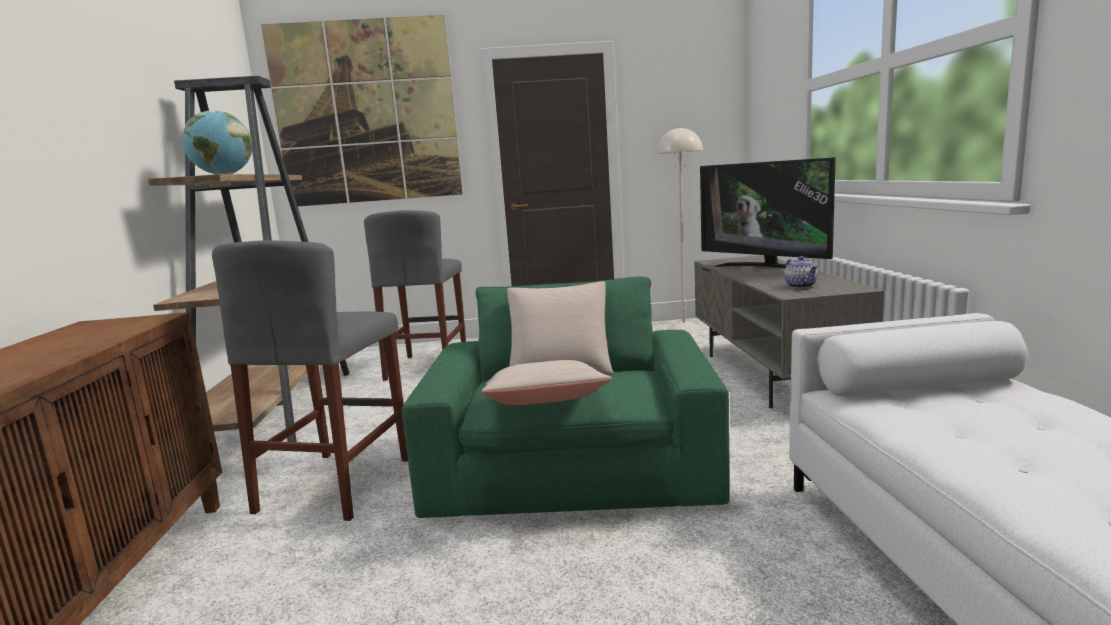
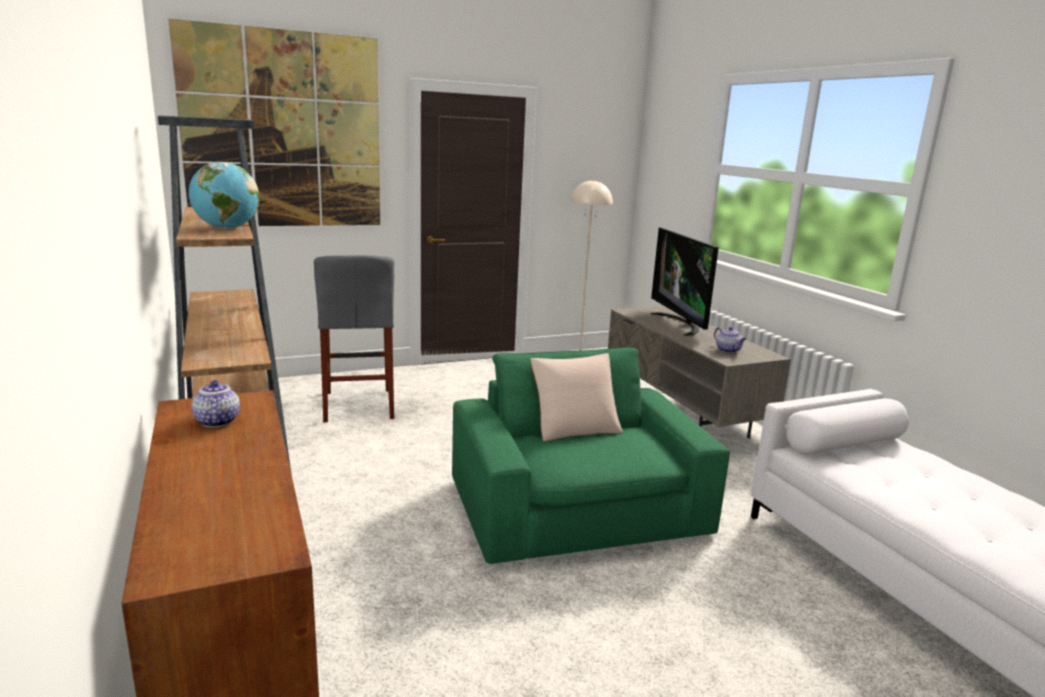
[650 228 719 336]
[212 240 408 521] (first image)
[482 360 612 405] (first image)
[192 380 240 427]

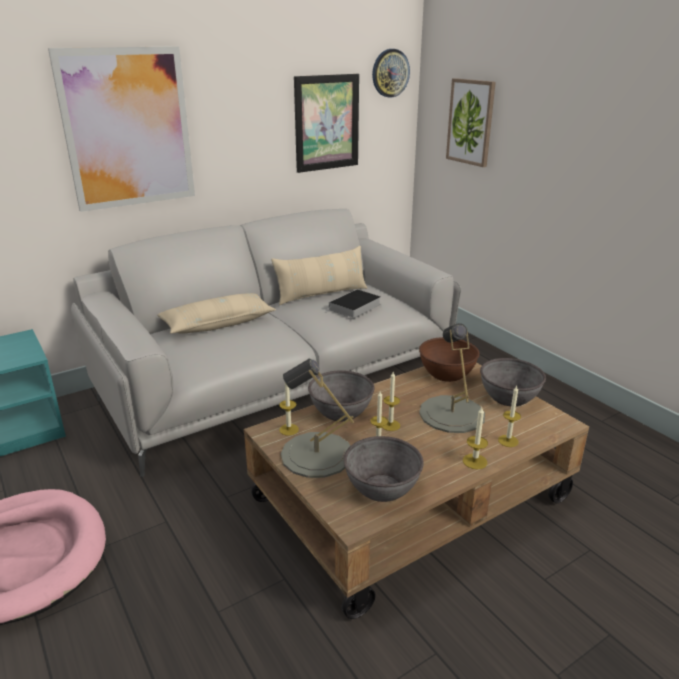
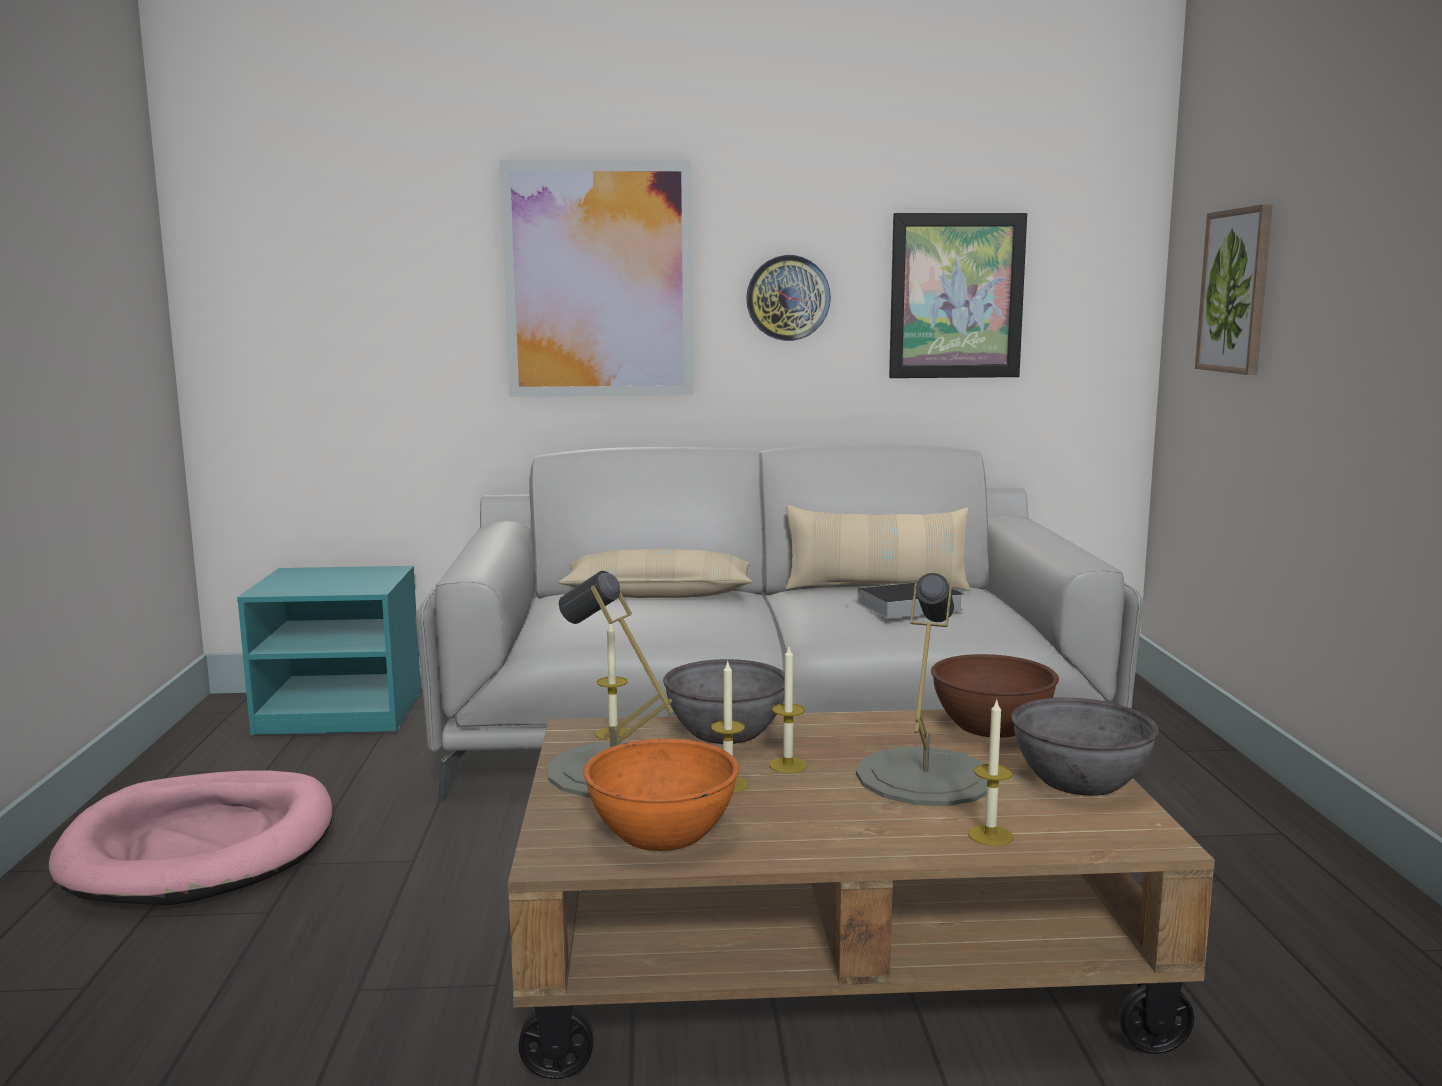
[746 255 831 341]
[463 407 488 469] (first image)
[583 739 739 851]

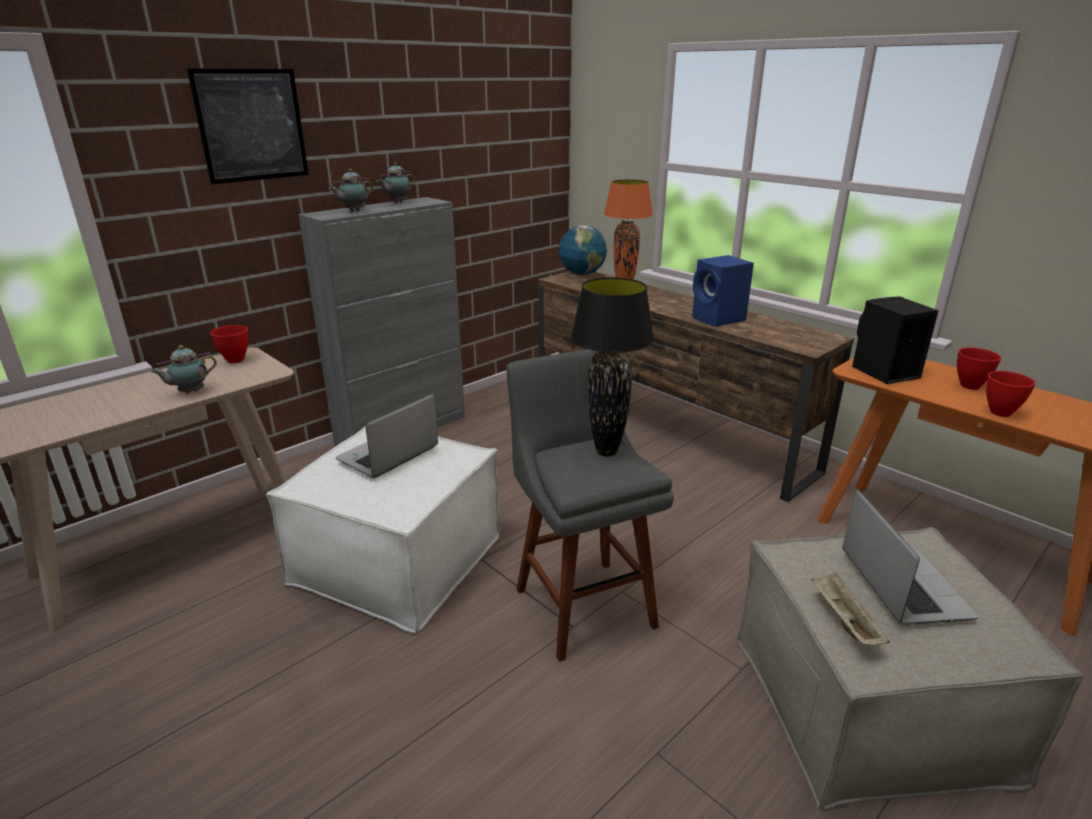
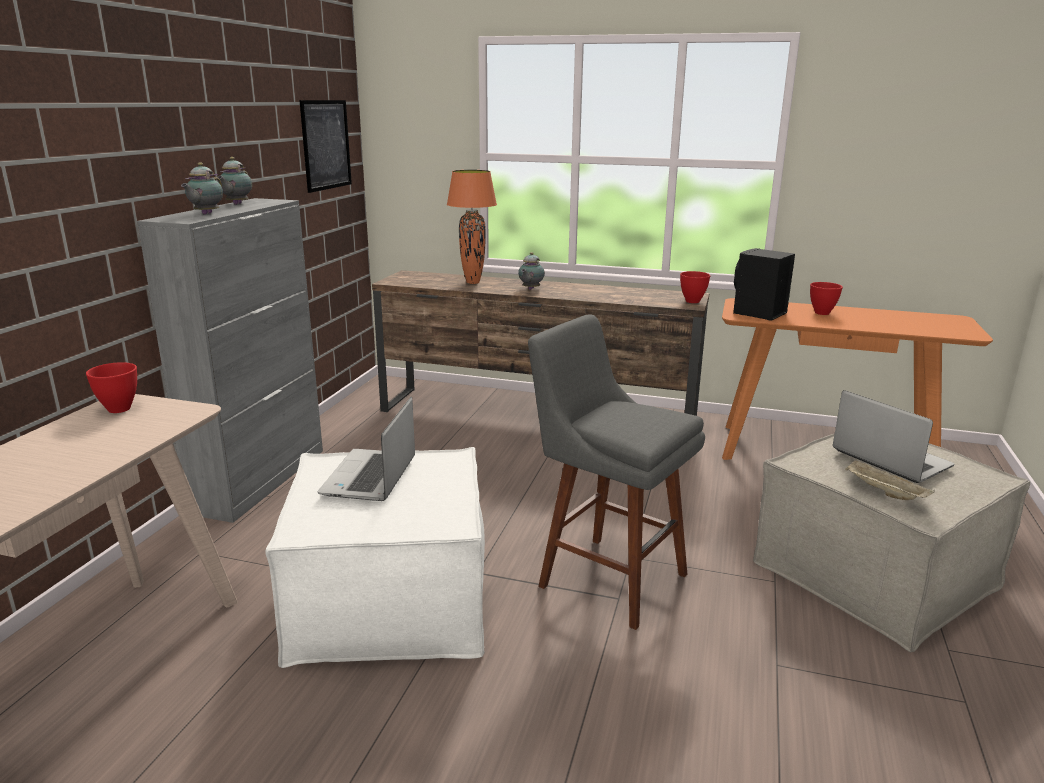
[299 100 352 193]
[559 225 607 275] (first image)
[692 255 754 327] (first image)
[570 277 654 457] (first image)
[518 252 545 290]
[680 271 710 303]

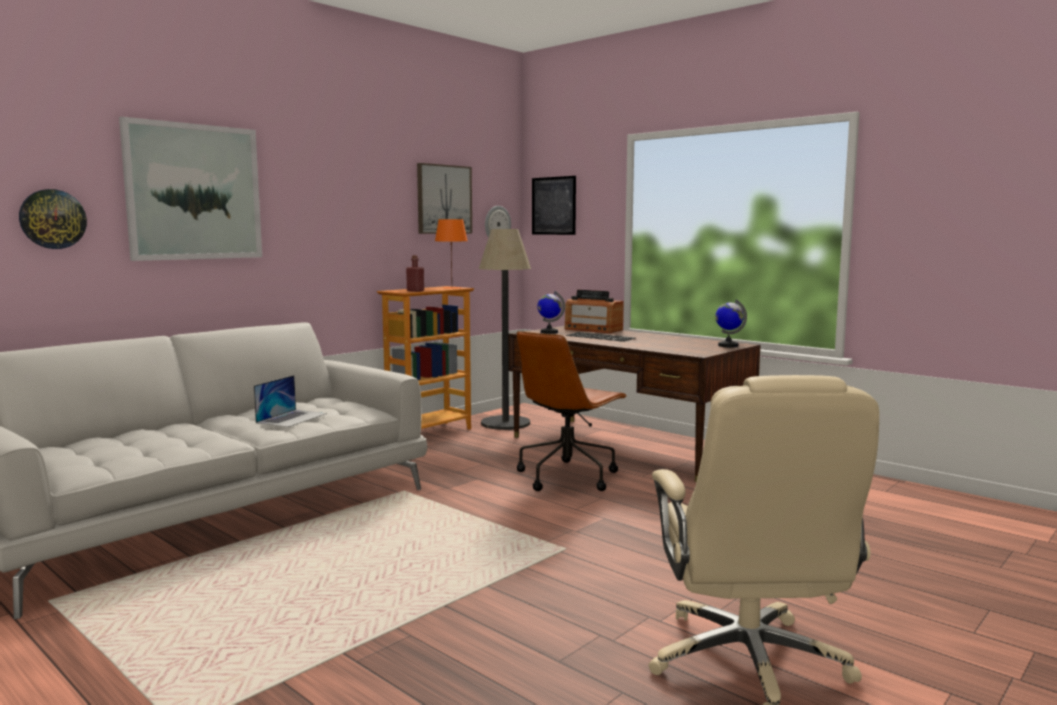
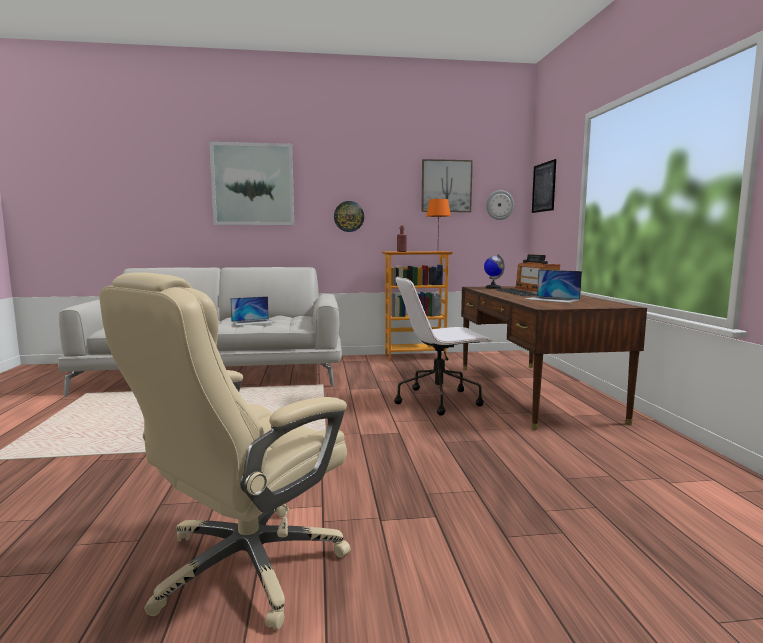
[334 201 364 232]
[479 229 531 430] (first image)
[715 299 747 347] (first image)
[394 276 493 415]
[526 270 582 303]

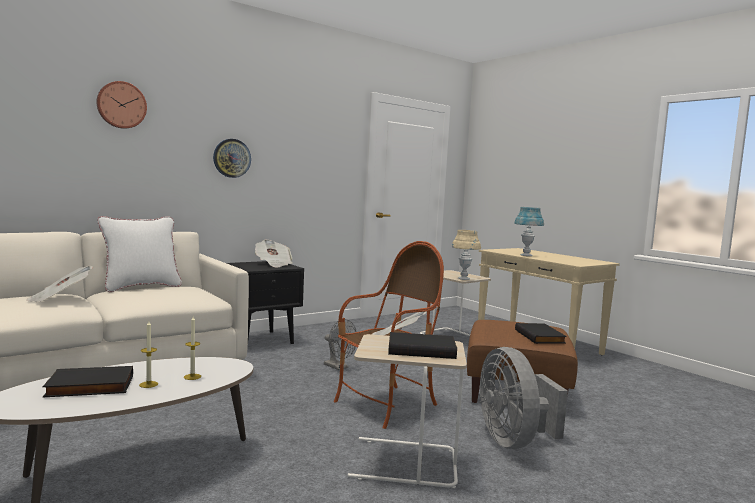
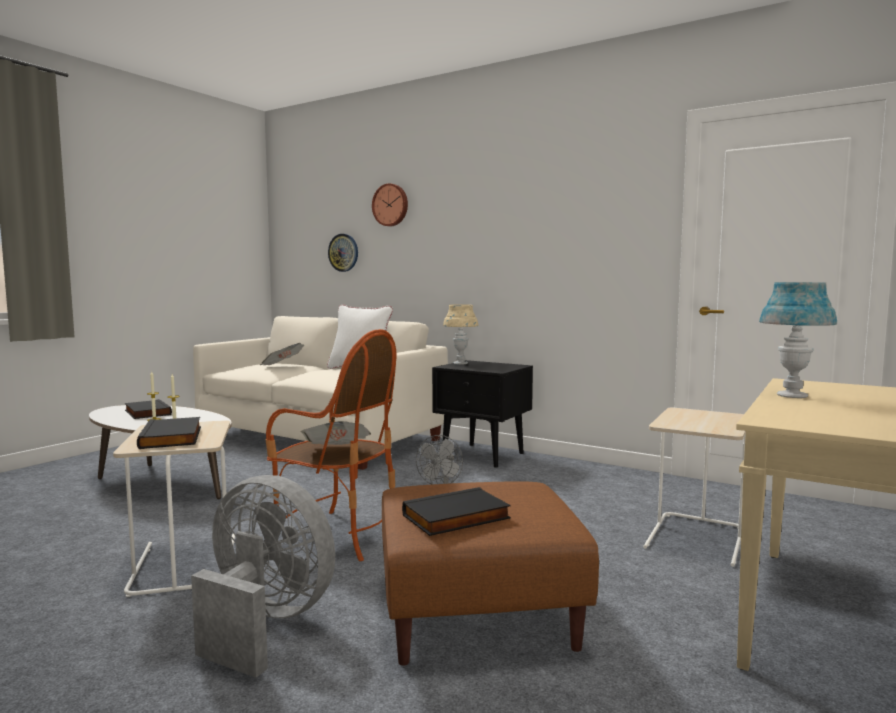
[328 234 358 272]
[443 304 478 364]
[255 240 293 267] (first image)
[191 475 335 678]

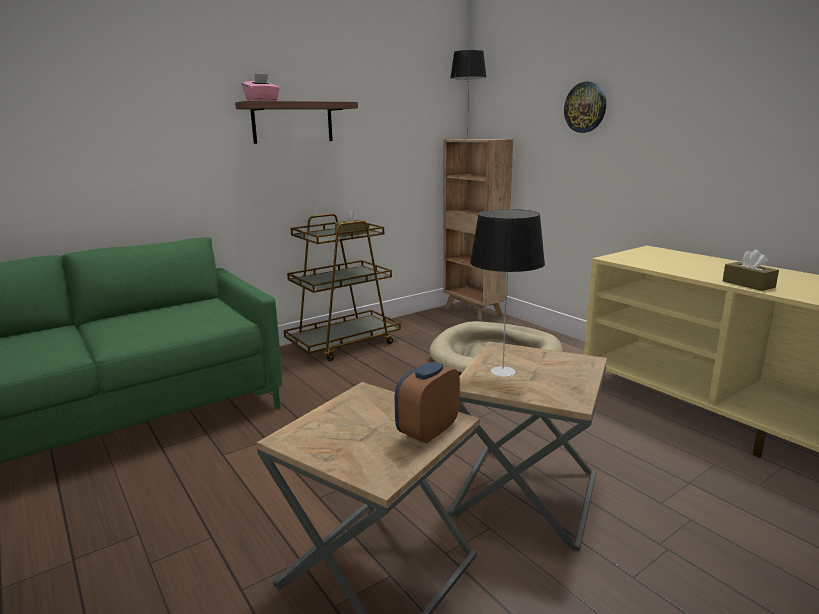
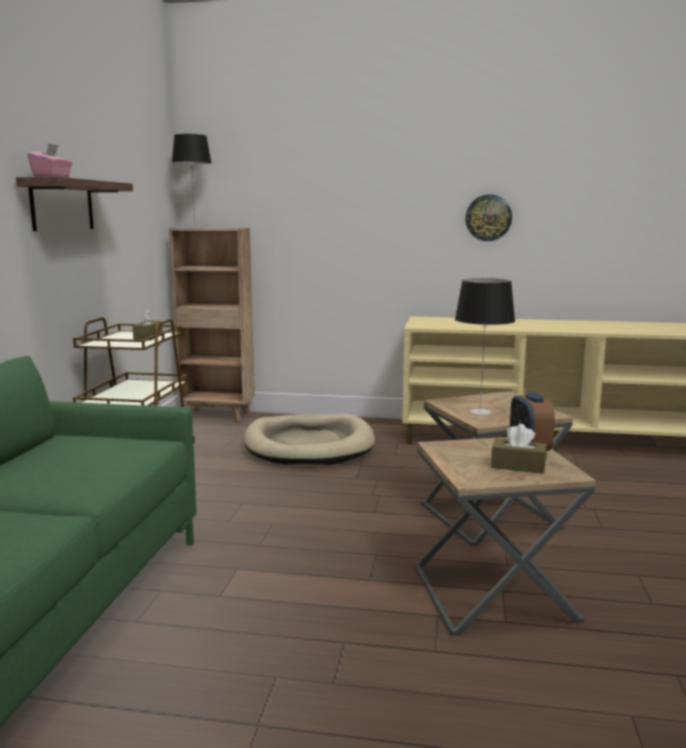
[465 194 512 241]
[491 424 547 474]

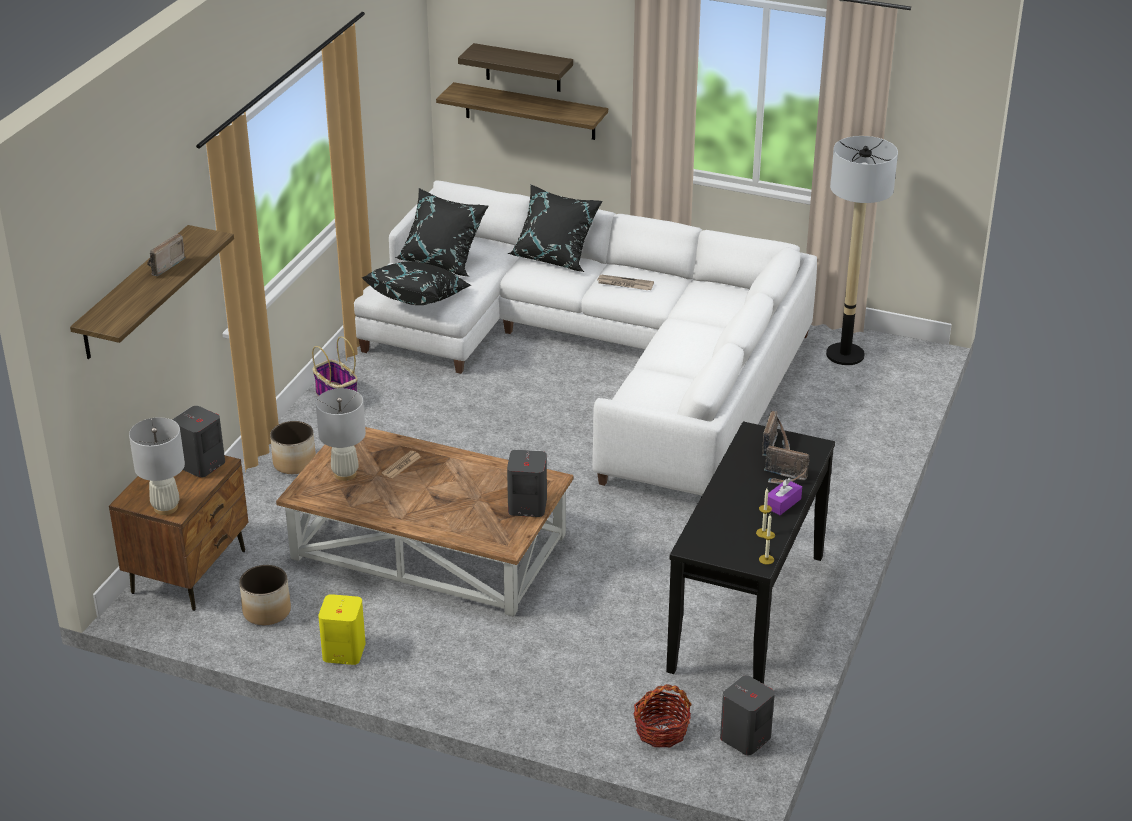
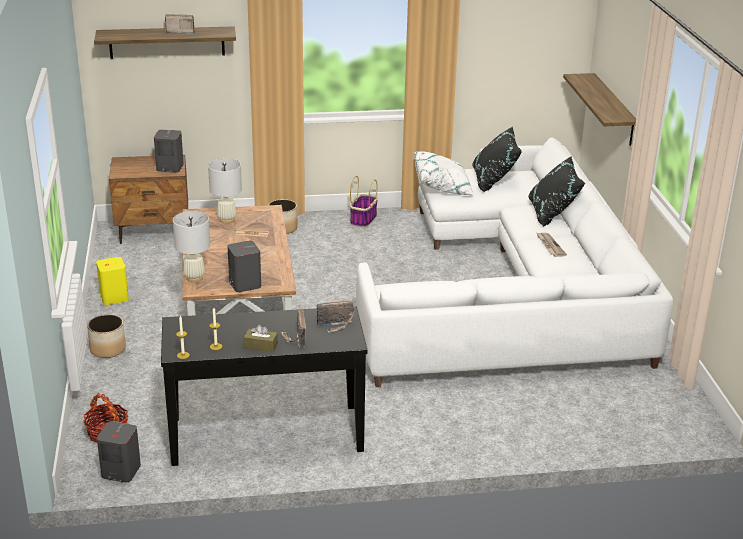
[458 43 573 92] (first image)
[826 136 898 365] (first image)
[414 151 474 196]
[173 211 210 282]
[244 324 278 352]
[87 314 126 358]

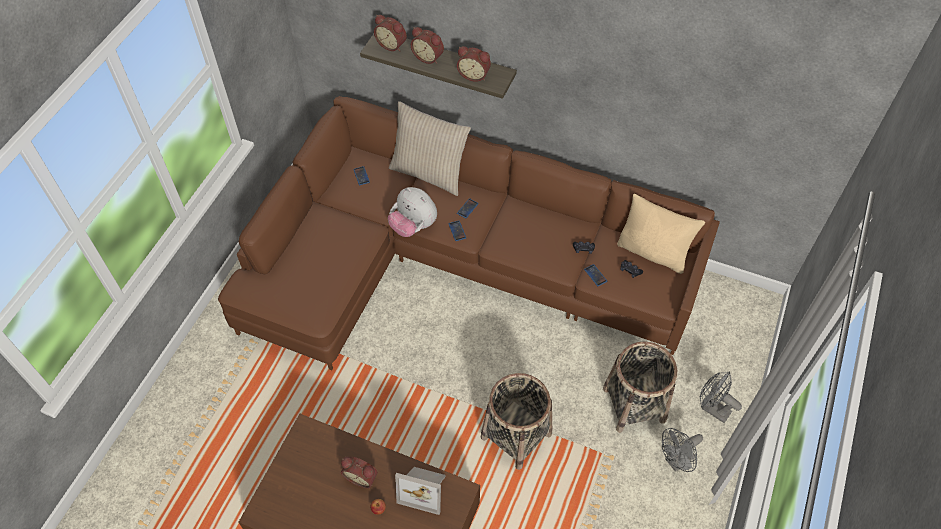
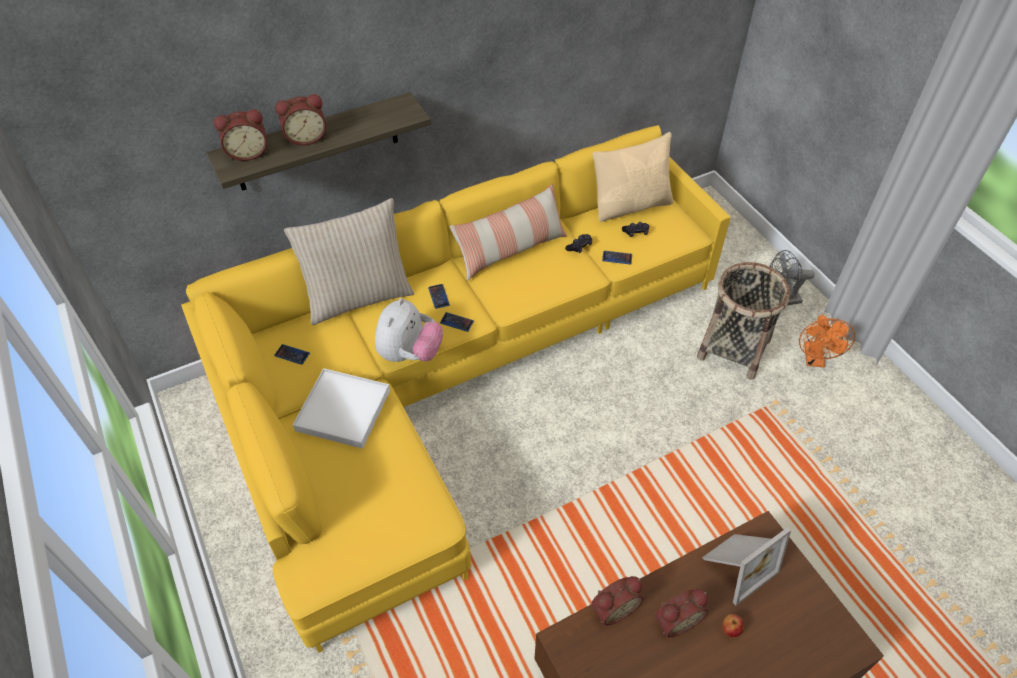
[591 576 643 626]
[181 125 731 653]
[375 298 443 362]
[481 373 552 470] (first image)
[799 315 855 367]
[449 184 567 281]
[293 368 390 449]

